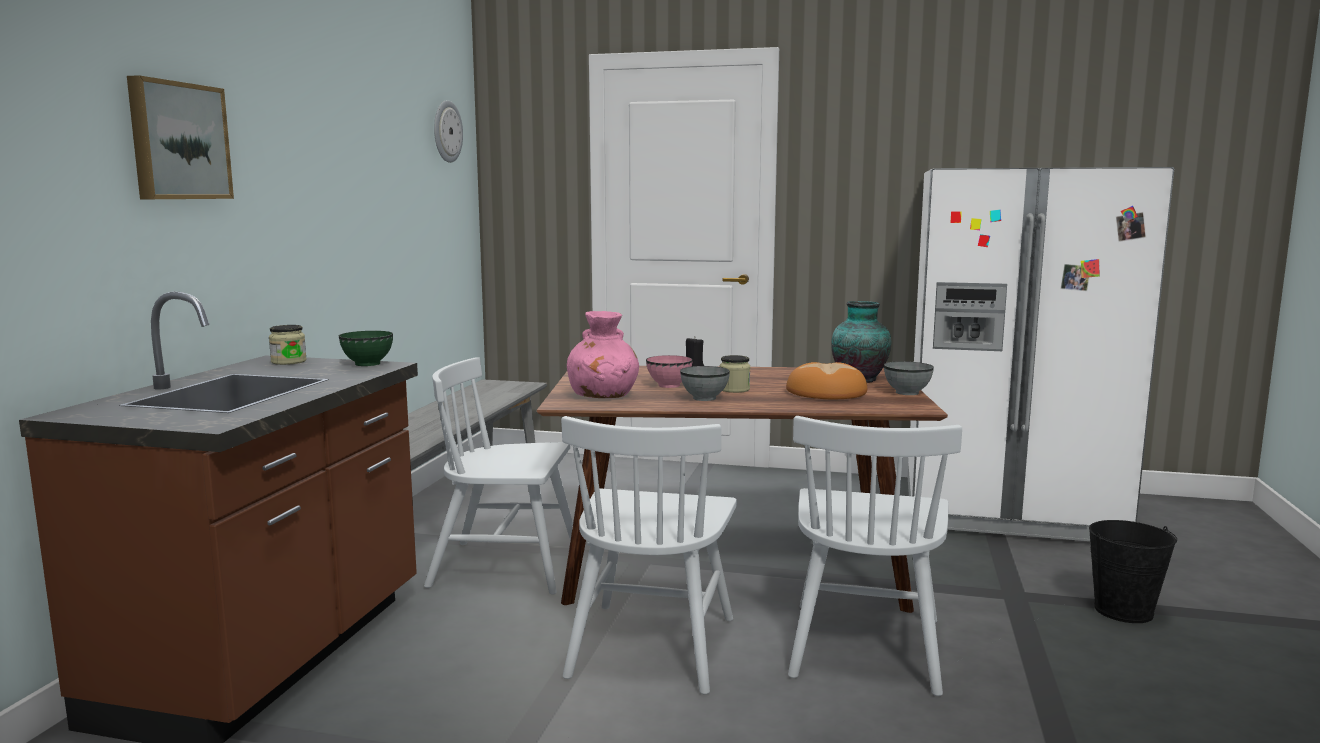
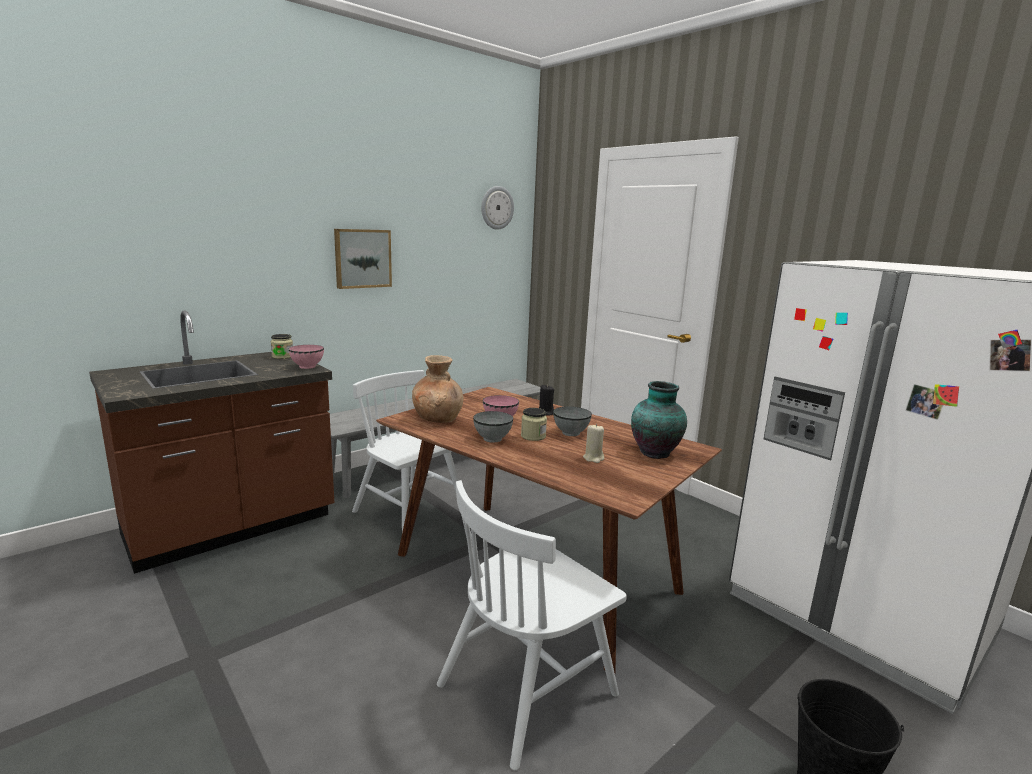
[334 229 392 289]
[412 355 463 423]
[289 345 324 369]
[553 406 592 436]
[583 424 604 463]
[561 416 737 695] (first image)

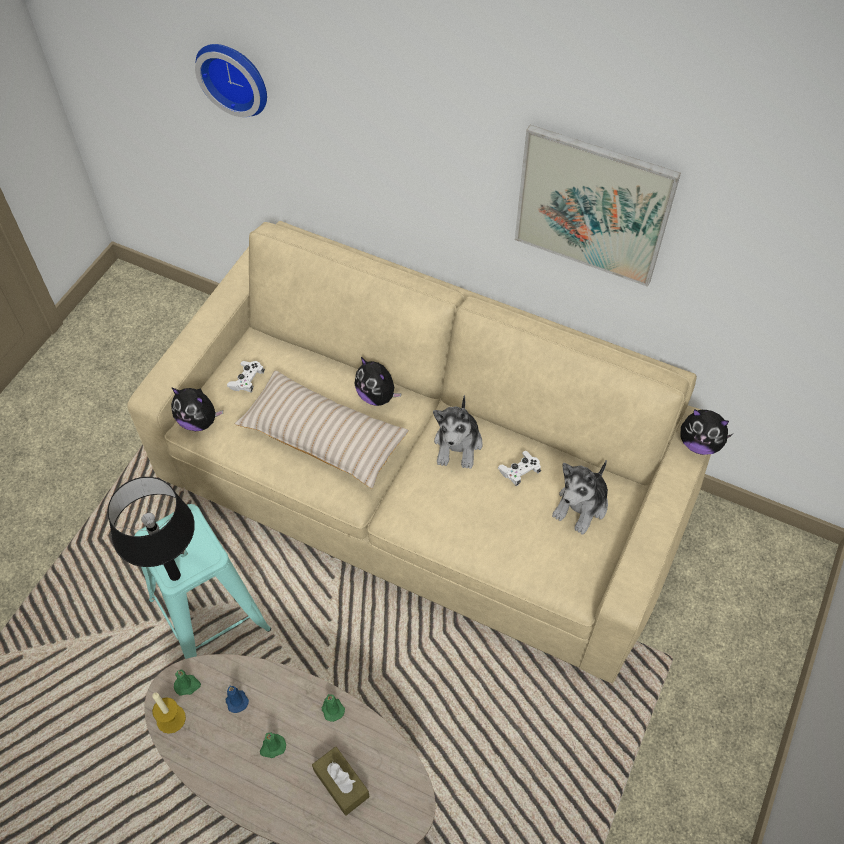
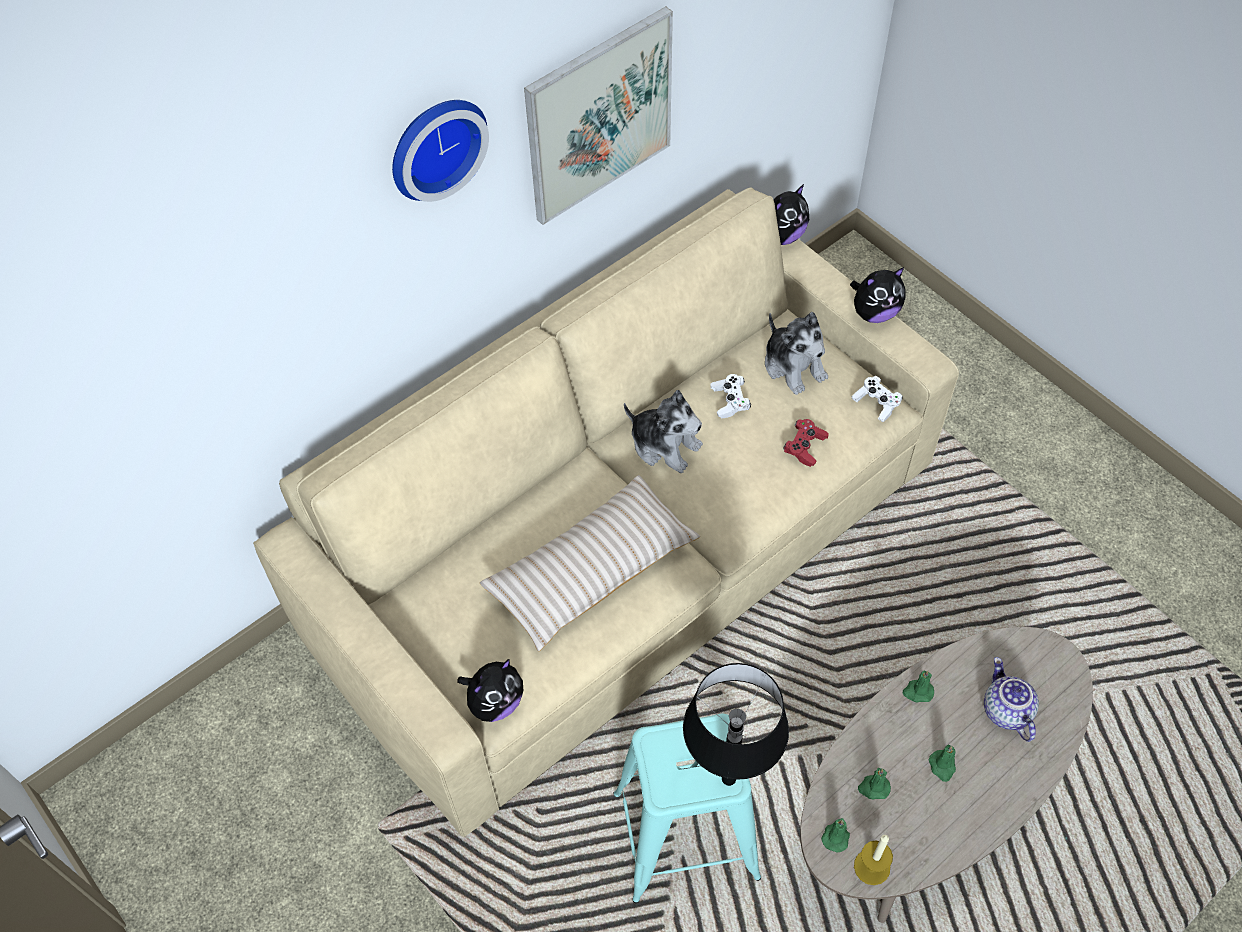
[392 100 489 202]
[850 267 906 323]
[852 376 903 422]
[858 768 891 800]
[984 657 1039 742]
[783 419 829 467]

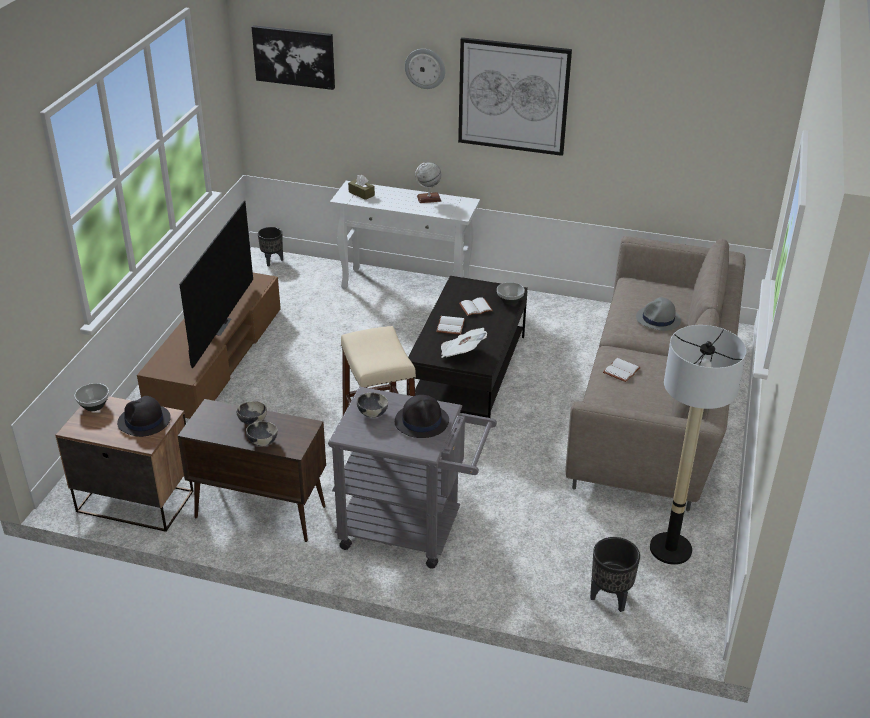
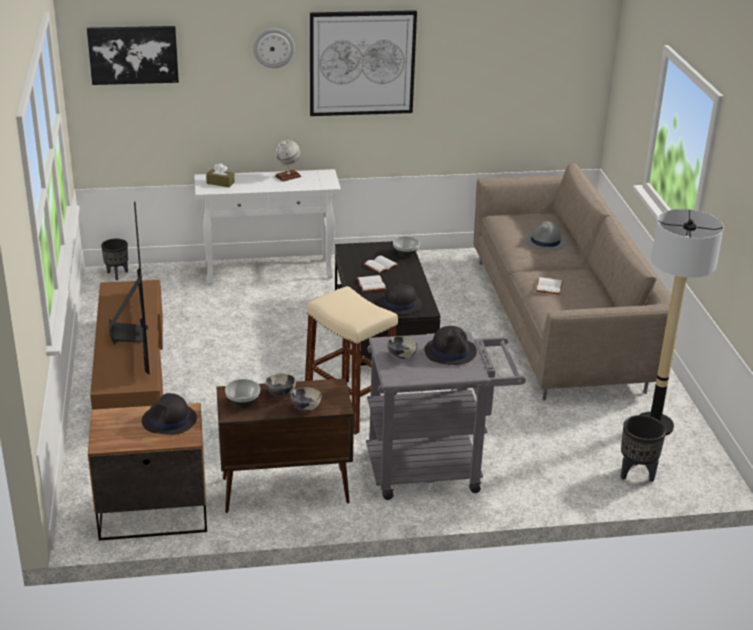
[378 282 422 314]
[225 379 260 408]

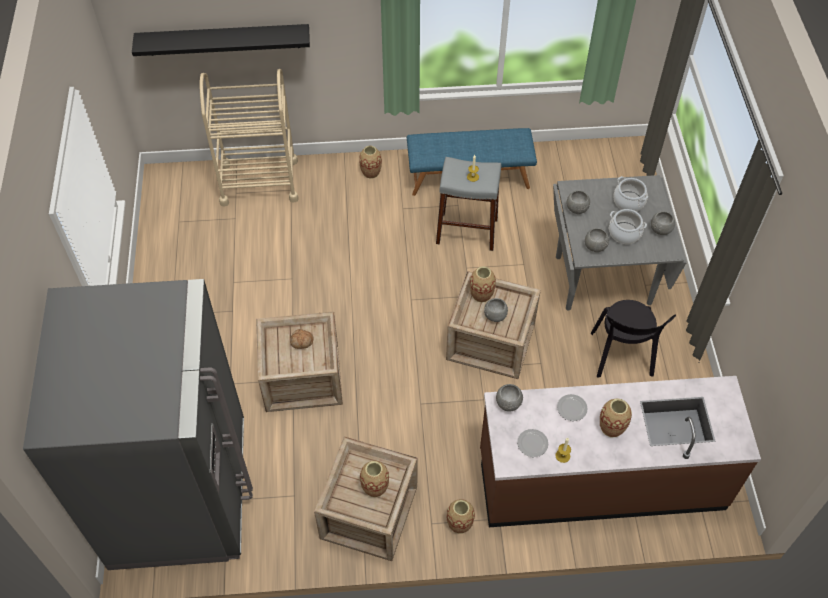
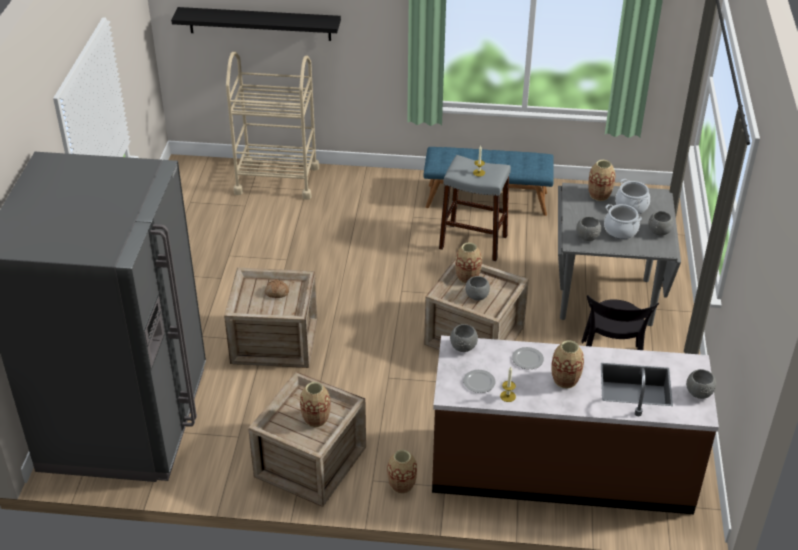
[588 160 615 201]
[686 369 716 399]

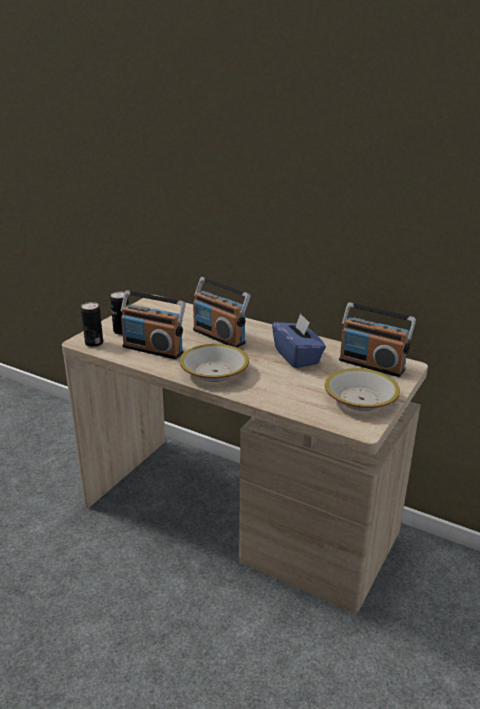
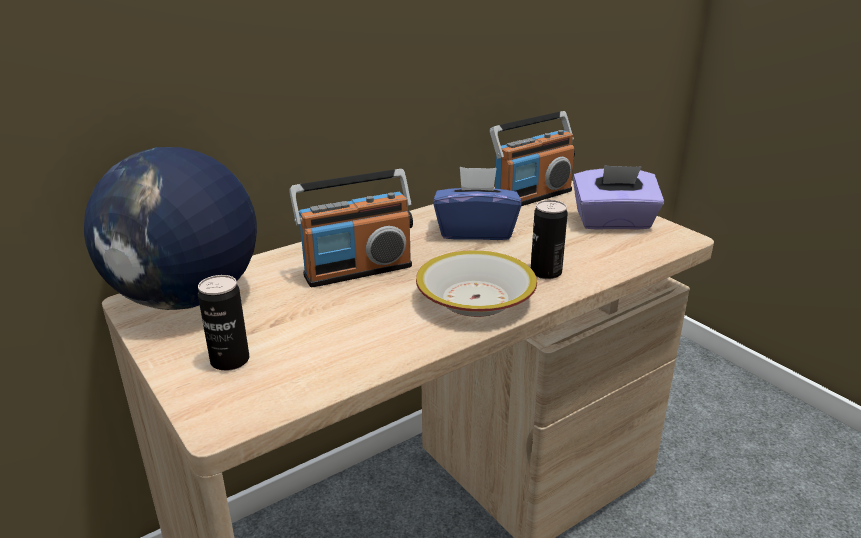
[121 290 186 359] (first image)
[531 200 568 279]
[573 165 664 230]
[84 147 257 310]

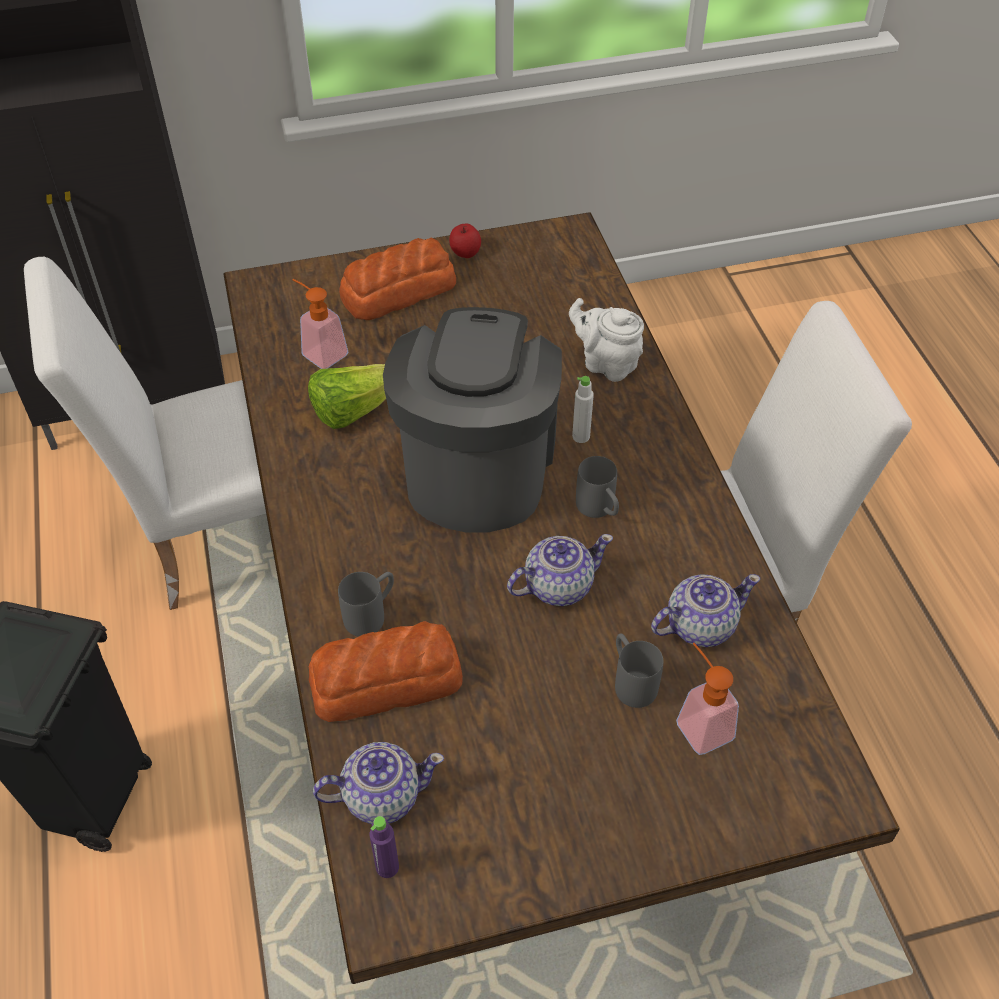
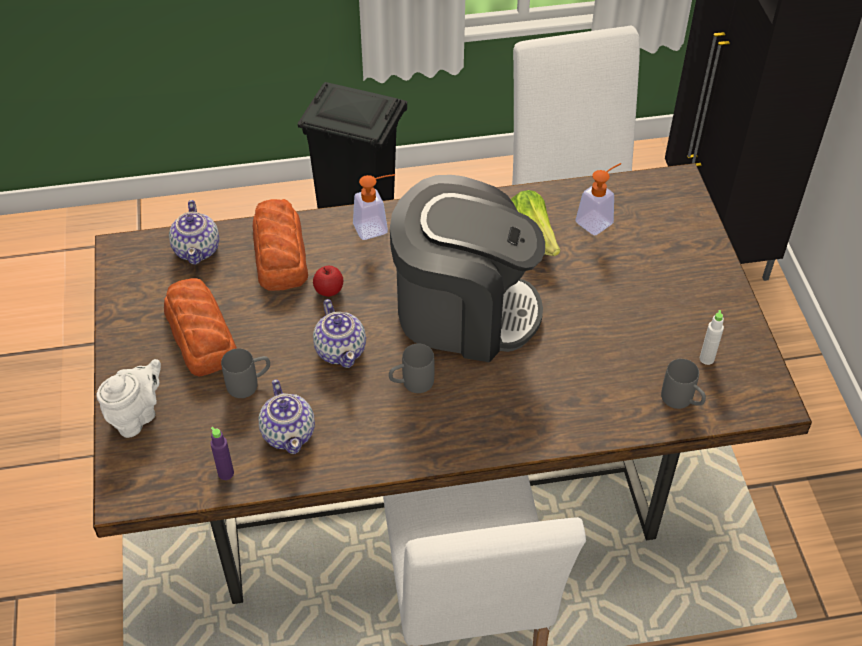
[313 266 343 297]
[164 278 237 377]
[97 359 161 438]
[700 310 724 365]
[661 359 706 409]
[353 174 395 240]
[210 427 234 480]

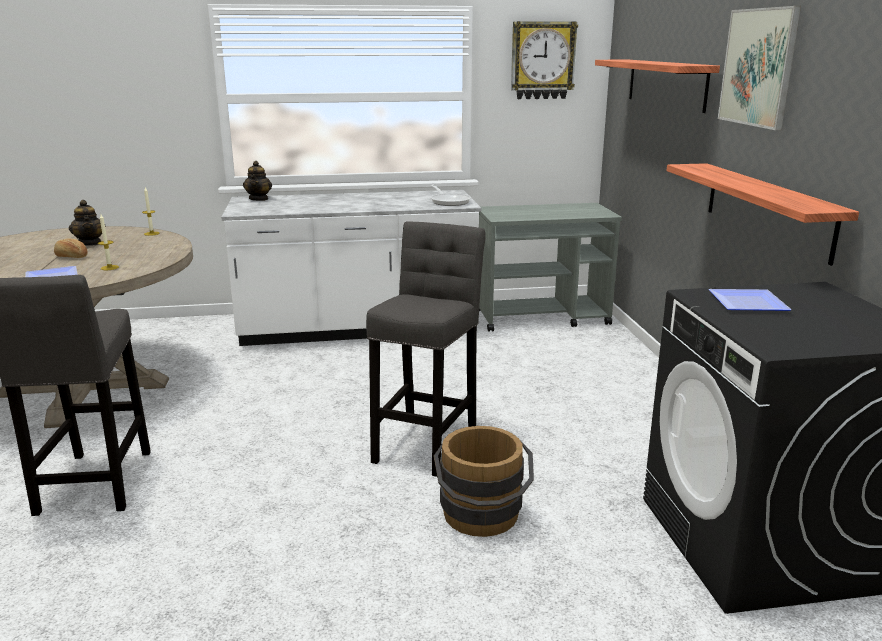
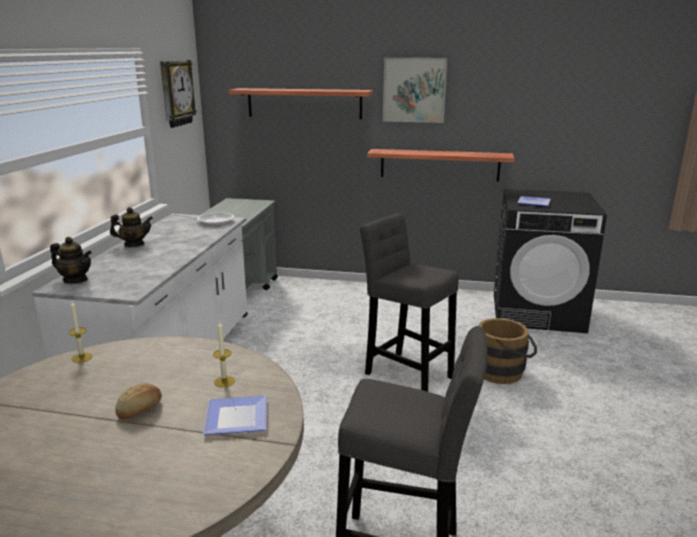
[110 207 153 247]

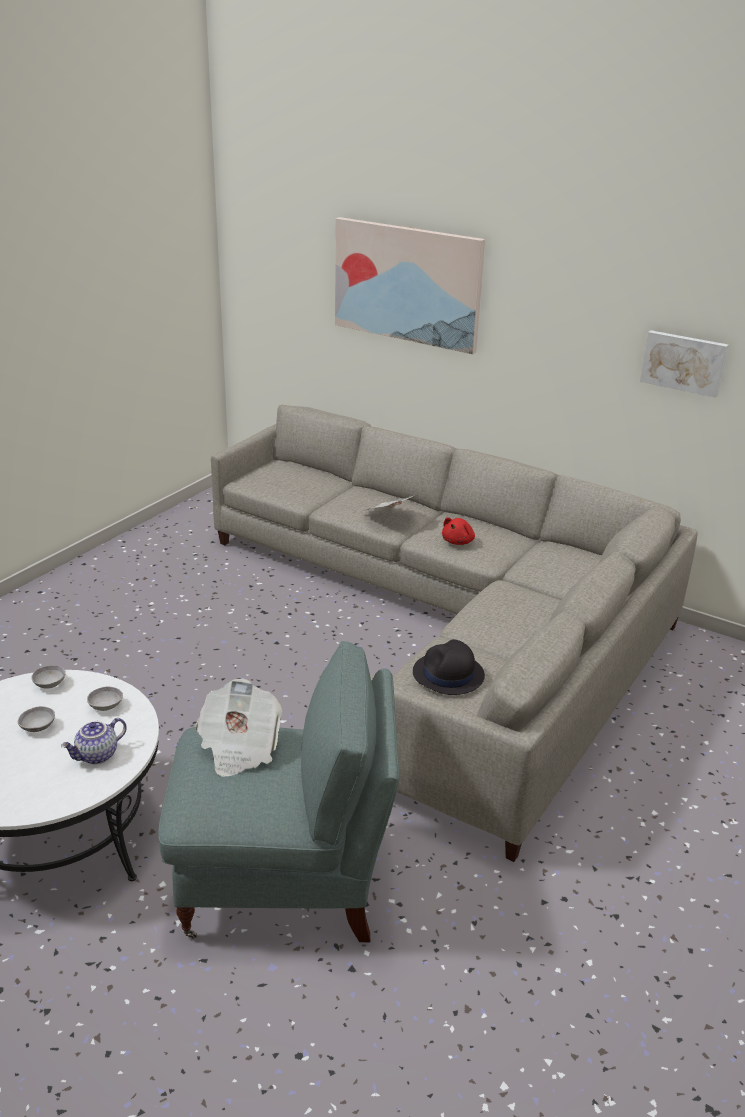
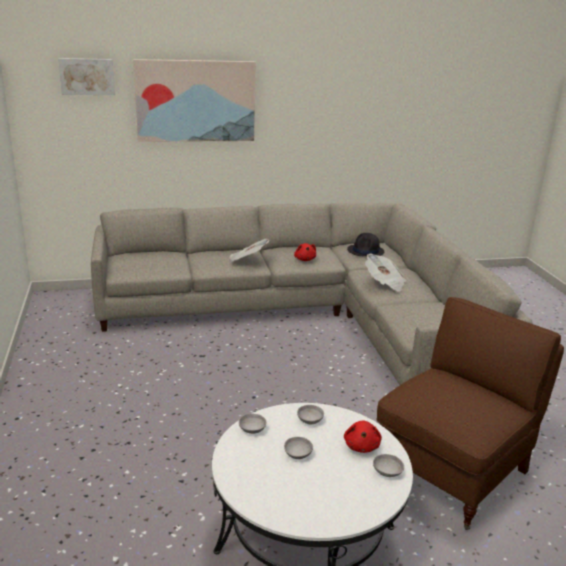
[58 58 115 95]
[347 233 384 256]
[376 297 564 530]
[365 254 406 292]
[344 421 382 453]
[373 454 404 477]

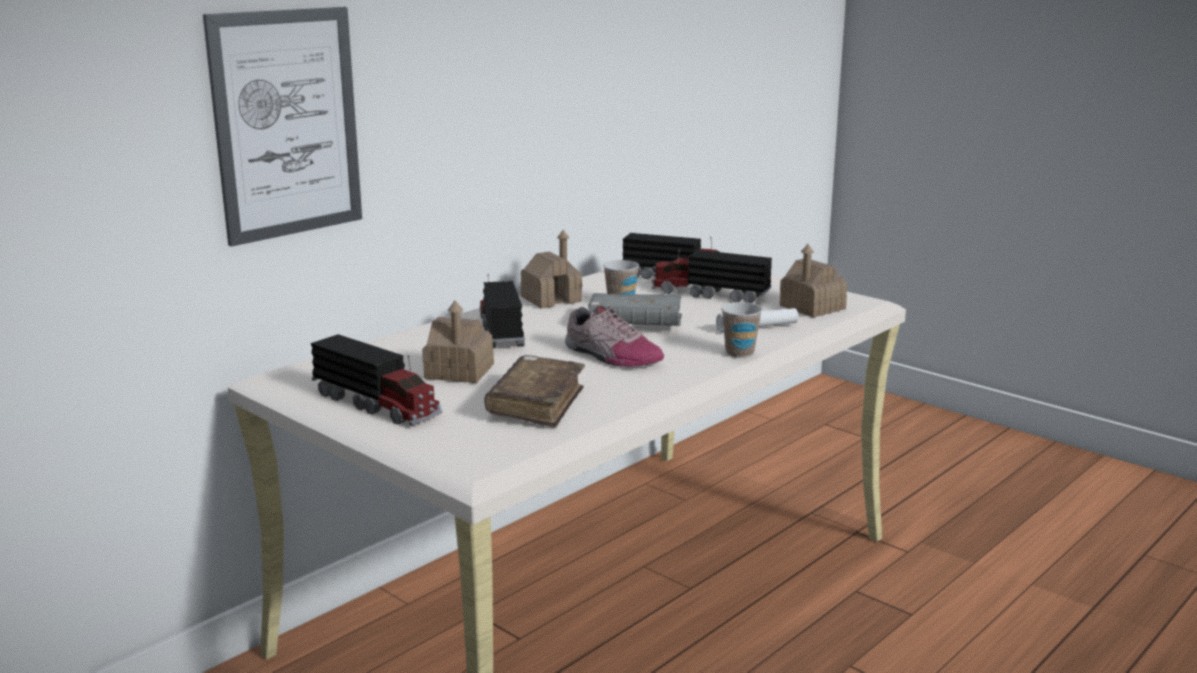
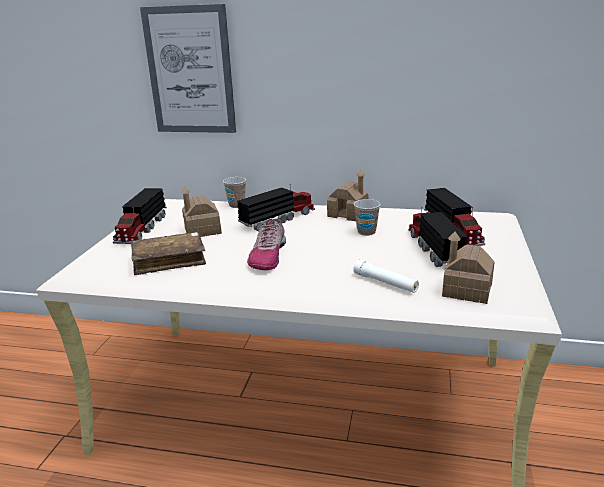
[588 293 682 326] (first image)
[223 177 246 208]

